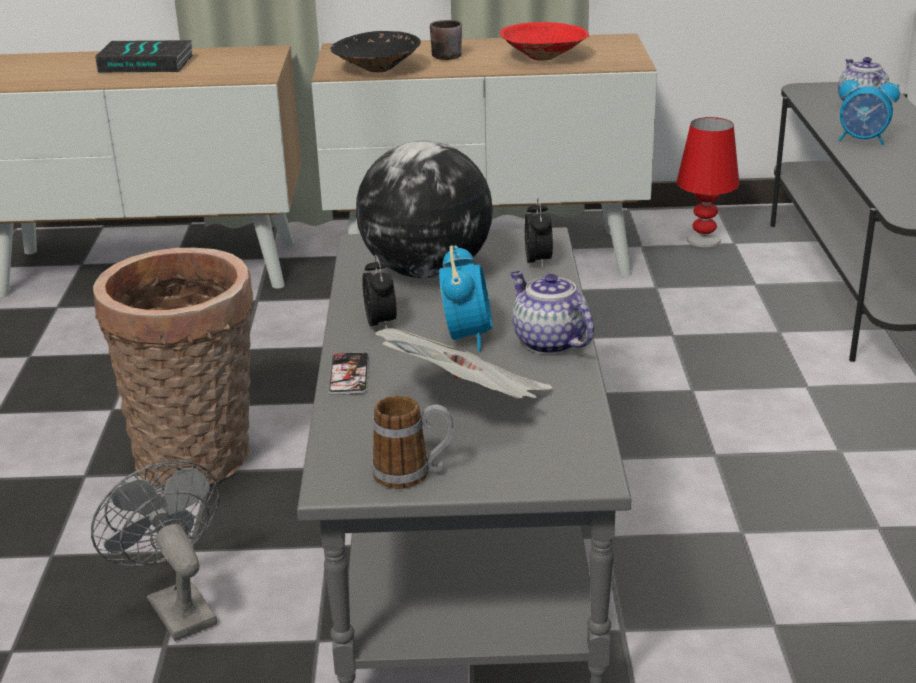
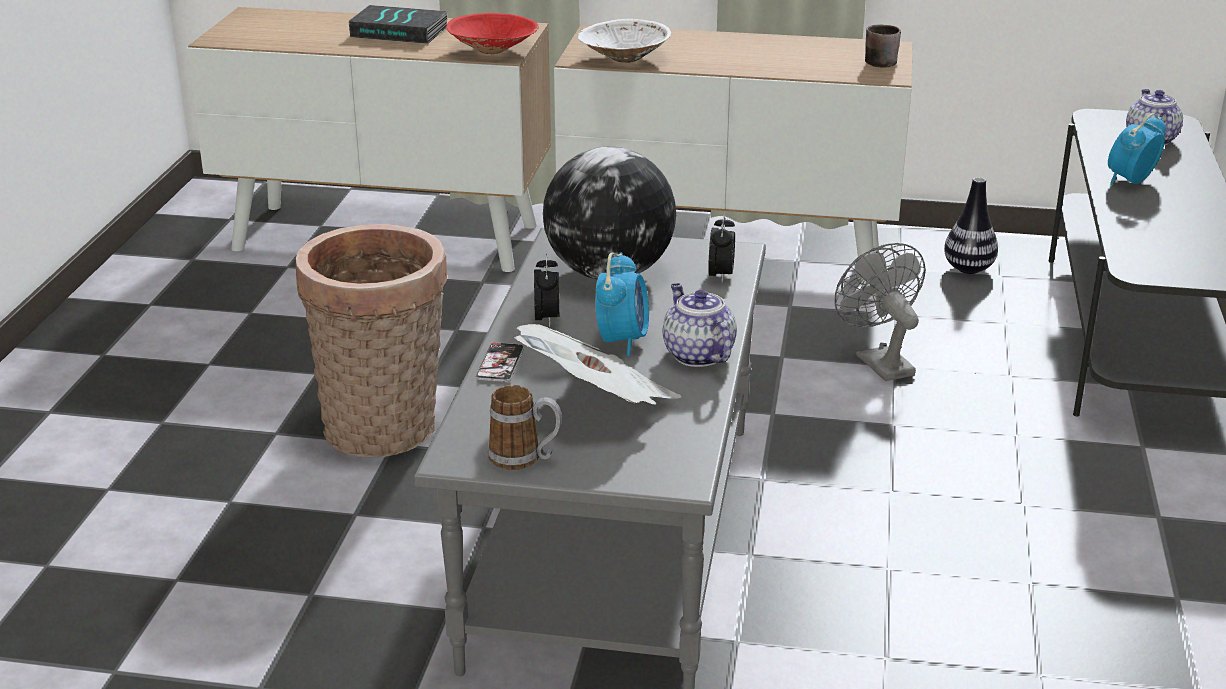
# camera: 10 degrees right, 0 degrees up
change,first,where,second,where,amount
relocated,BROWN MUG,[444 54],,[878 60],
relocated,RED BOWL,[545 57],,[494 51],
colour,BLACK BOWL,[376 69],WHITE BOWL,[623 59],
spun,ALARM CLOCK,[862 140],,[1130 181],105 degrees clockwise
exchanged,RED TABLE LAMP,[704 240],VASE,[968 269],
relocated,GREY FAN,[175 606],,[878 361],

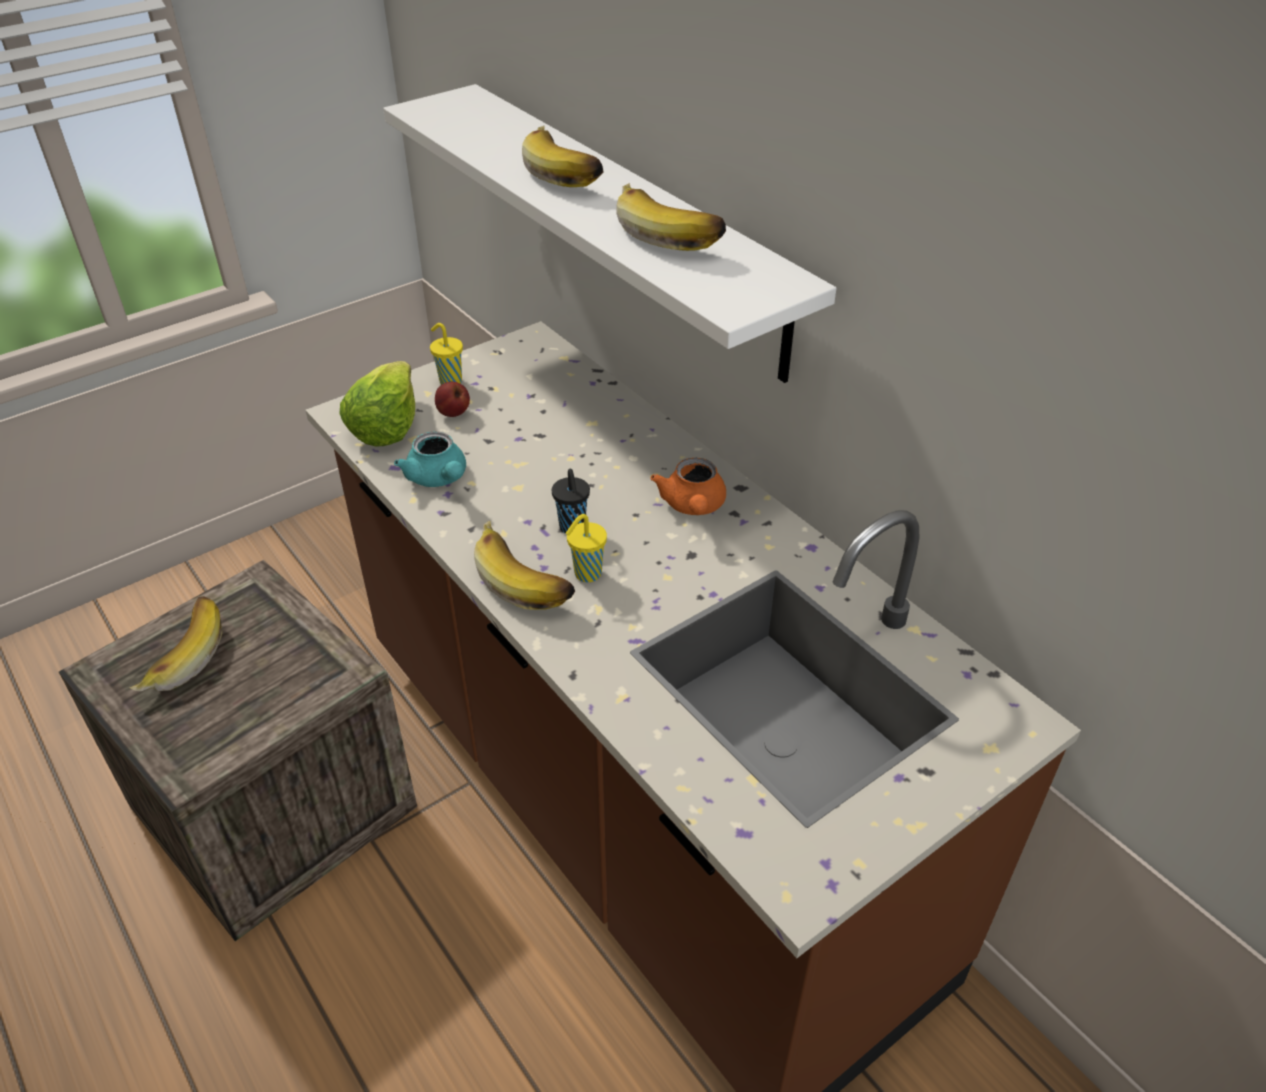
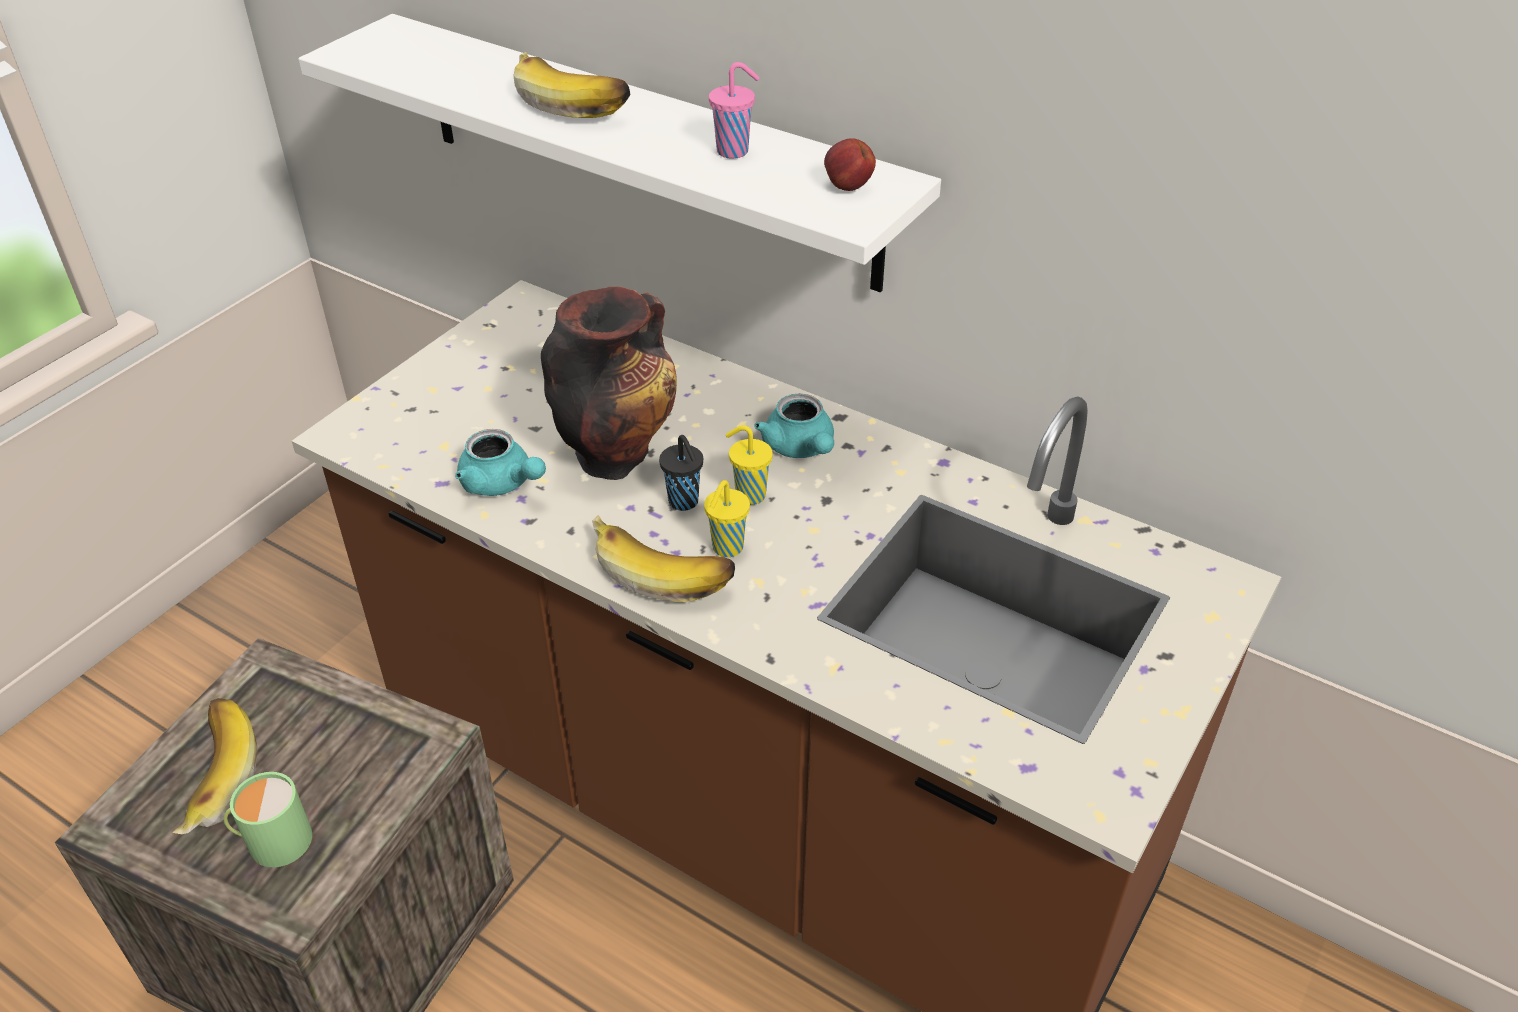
# camera: 20 degrees left, 0 degrees up
change,first,where,second,where,amount
exchanged,BANANA,[670 233],PINK CUP,[734 151],
relocated,YELLOW CUP,[449 381],,[748 495],
missing,LETTUCE,[385 425],,,
relocated,APPLE,[453 413],,[847 187],
colour,ORANGE TEAPOT,[693 506],TURQUOISE TEAPOT,[800 448],
appeared,,,VASE,[616 452],
appeared,,,GREEN MUG,[273 840],

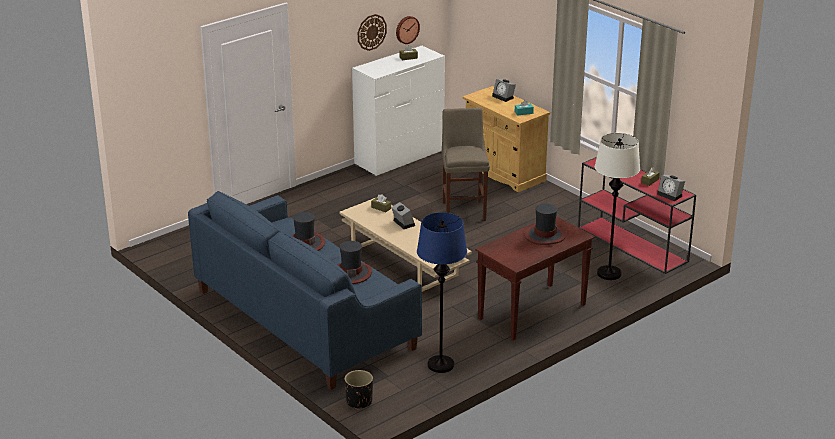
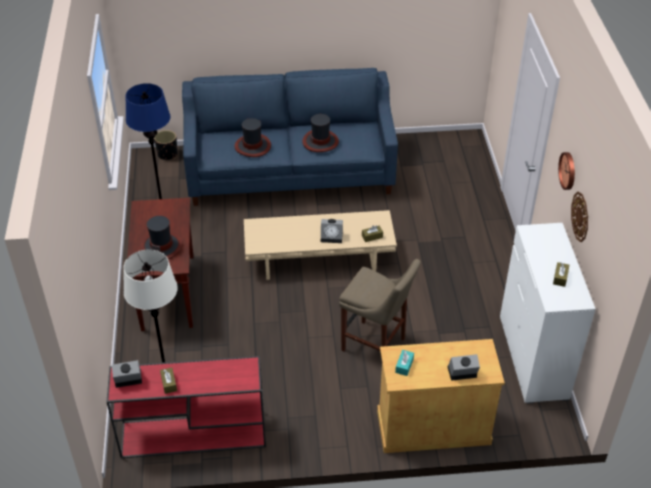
# camera: 125 degrees right, 15 degrees up
change,first,where,second,where,amount
relocated,WALL CLOCK,[406 29],,[568 170],

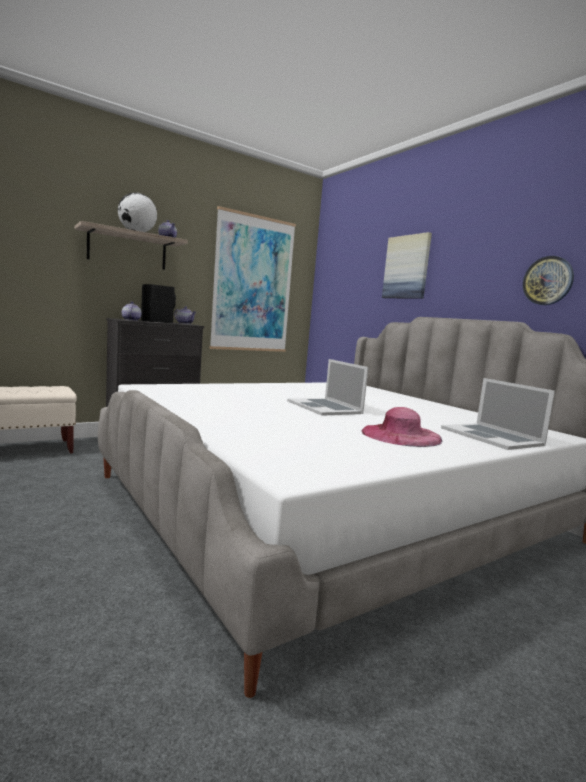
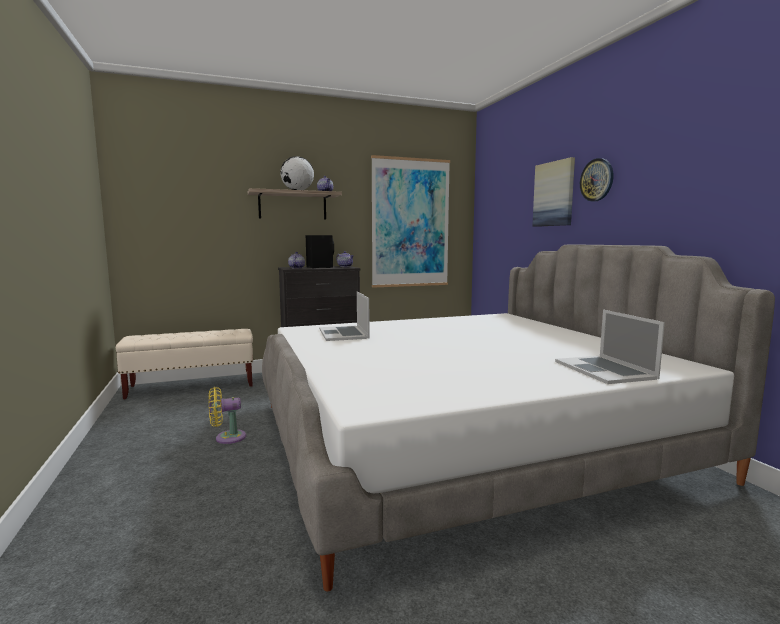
# camera: 15 degrees right, 0 degrees up
change,first,where,second,where,amount
relocated,WALL CLOCK,[548 280],,[597 180],
relocated,LAPTOP,[324 407],,[344 333],
missing,PINK HAT,[400 435],,,
appeared,,,YELLOW FAN,[227 438],

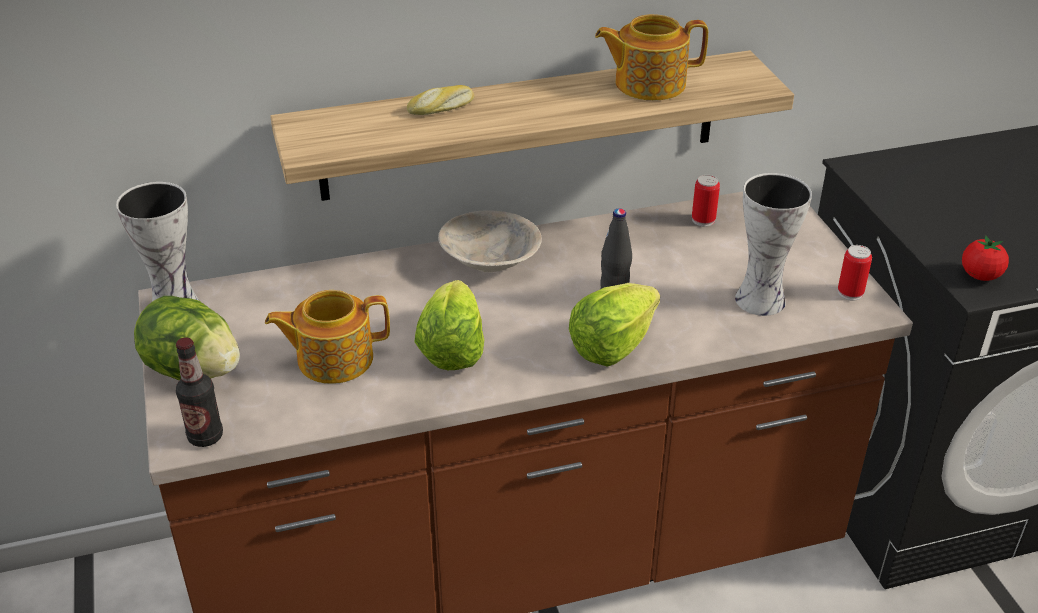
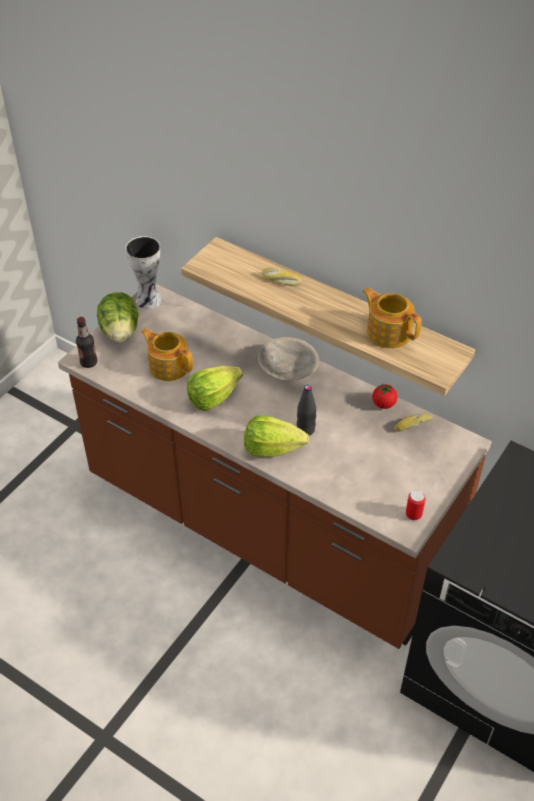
# camera: 50 degrees right, 10 degrees up
change,first,where,second,where,amount
missing,VASE,[759 298],,,
exchanged,CAN,[703 220],BREAD,[412 425],
relocated,TOMATO,[980 276],,[383 404],

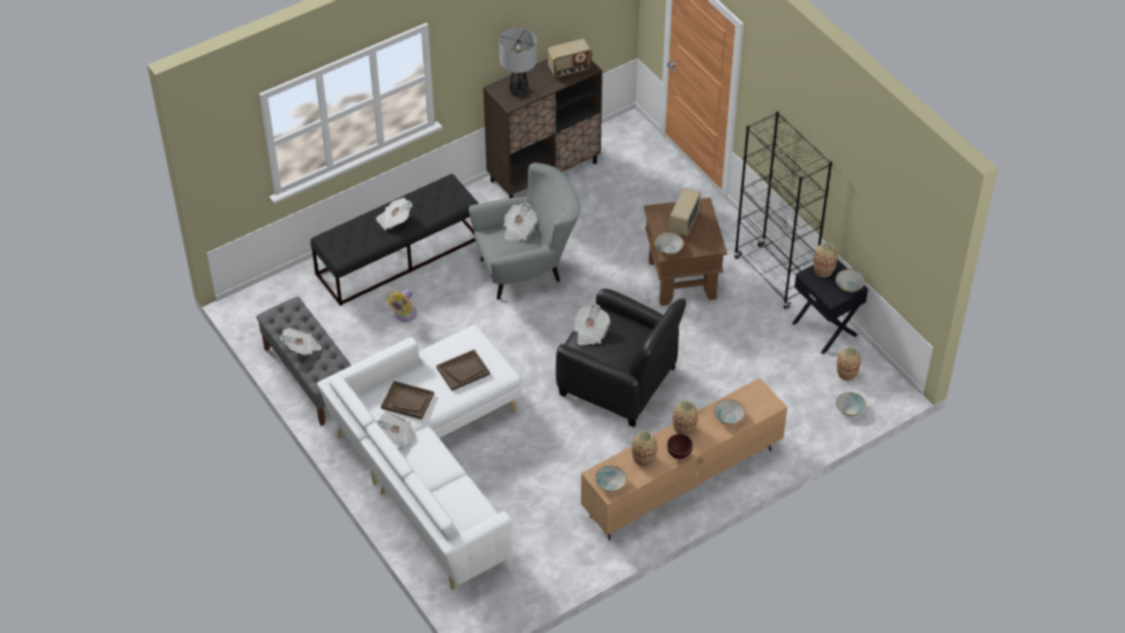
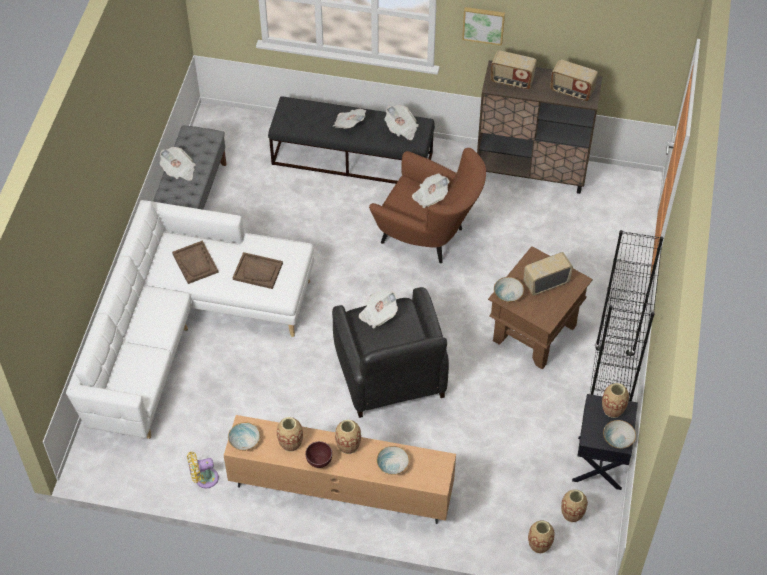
# camera: 45 degrees right, 5 degrees up
change,first,where,second,where,amount
exchanged,TABLE LAMP,[518 90],RADIO,[512 81],
colour,GREY ARMCHAIR,[527 270],BROWN ARMCHAIR,[428 237],
relocated,YELLOW FAN,[404 315],,[204 478],
exchanged,BOWL,[850 409],VASE,[539 544],
relocated,NEWSPAPER,[397 436],,[401 129],
appeared,,,PICTURE,[483 24],

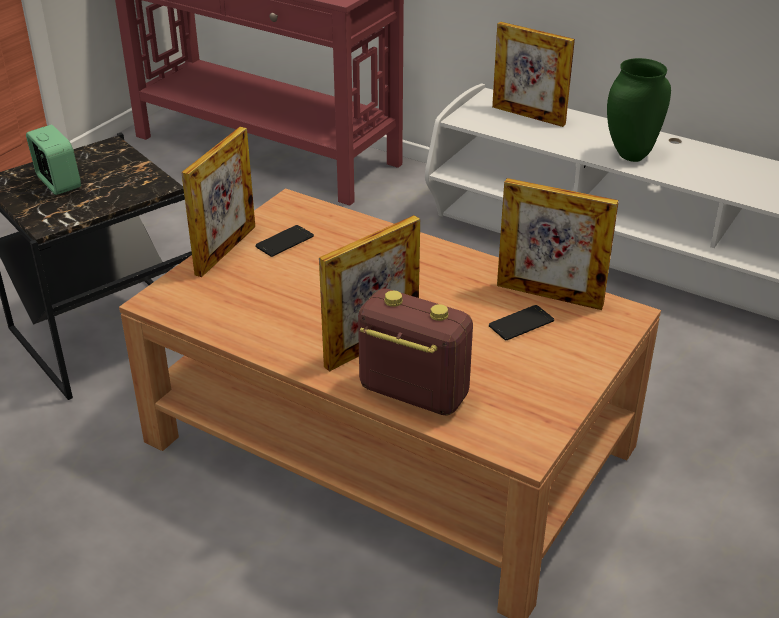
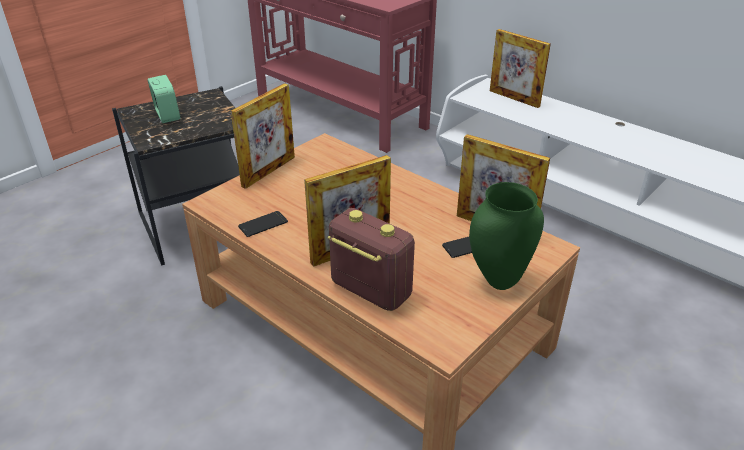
# camera: 10 degrees right, 0 degrees up
change,first,where,second,where,amount
relocated,GREEN VASE,[630 155],,[498 279],
relocated,PHONE,[285 241],,[263 224],

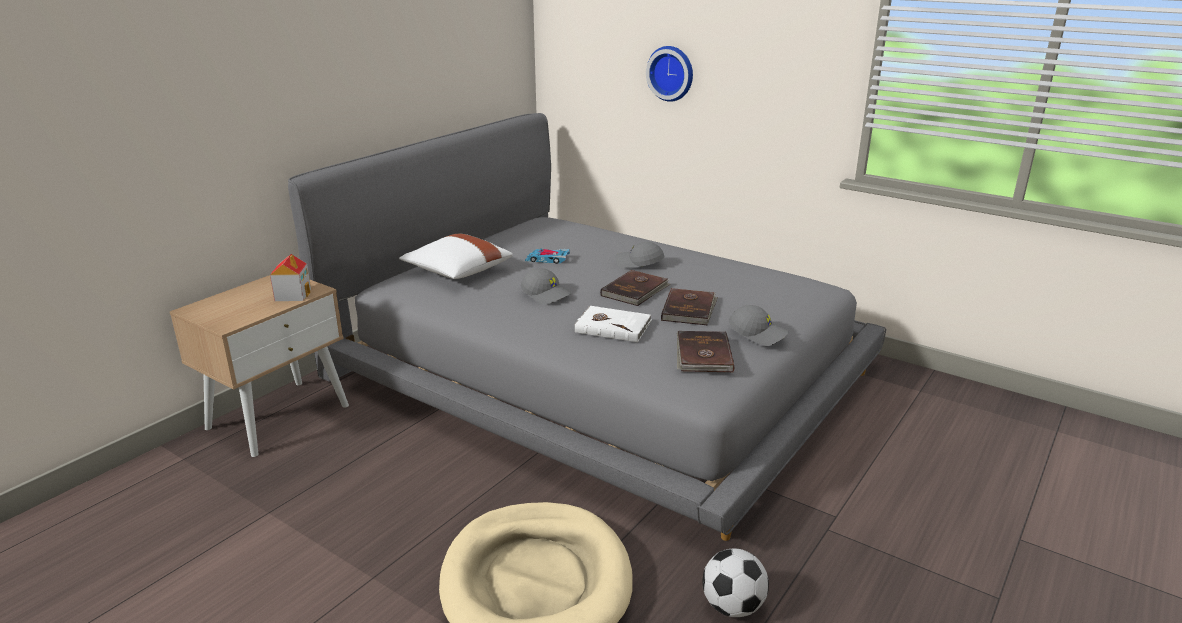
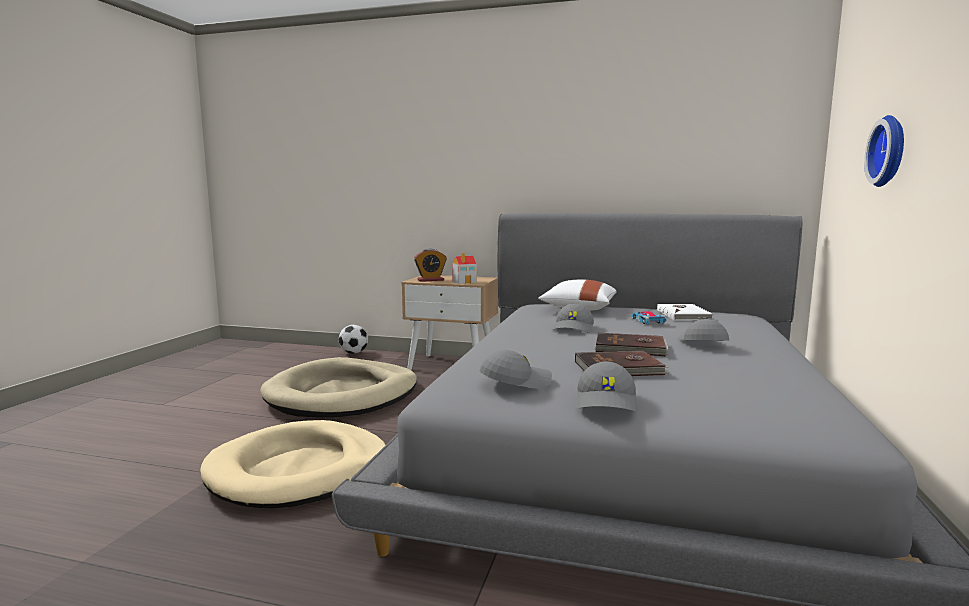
# camera: 70 degrees right, 15 degrees down
change,first,where,second,where,amount
relocated,WHITE BOOK,[612 326],,[684 315],
exchanged,BROWN BOOK,[702 355],GREY CAP,[515 382],
relocated,FOOTBALL,[732 606],,[354 353],
appeared,,,ALARM CLOCK,[430 280],
appeared,,,BEIGE DOG BED,[343 394],

